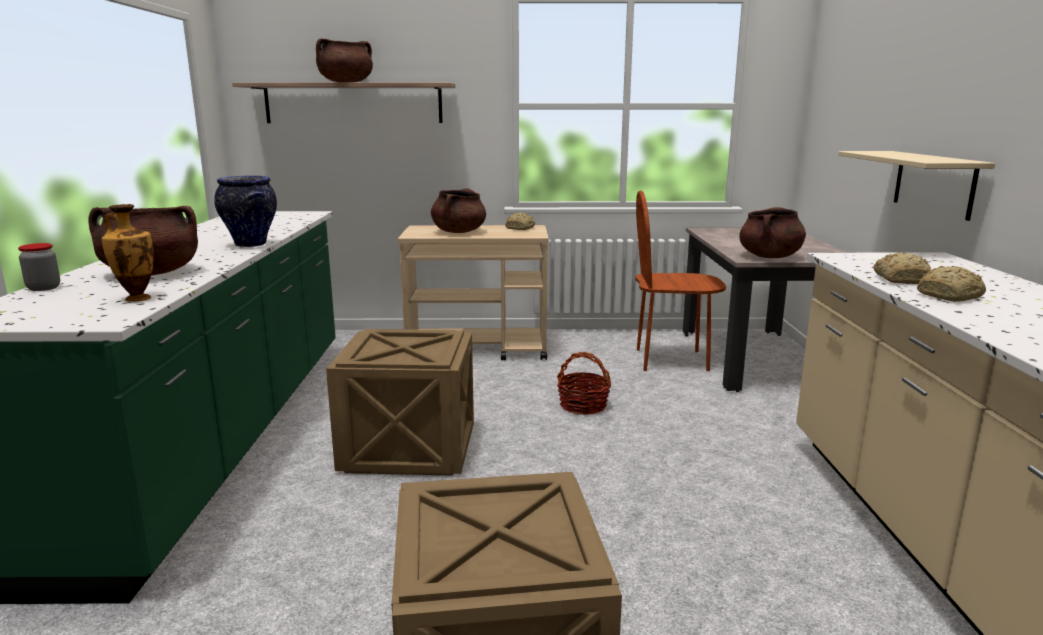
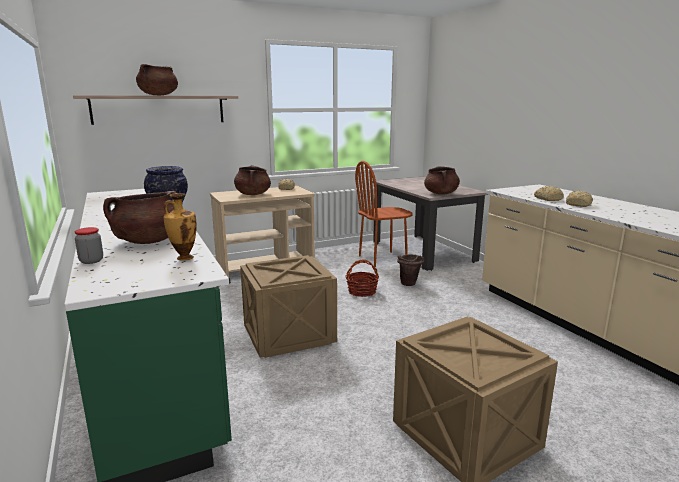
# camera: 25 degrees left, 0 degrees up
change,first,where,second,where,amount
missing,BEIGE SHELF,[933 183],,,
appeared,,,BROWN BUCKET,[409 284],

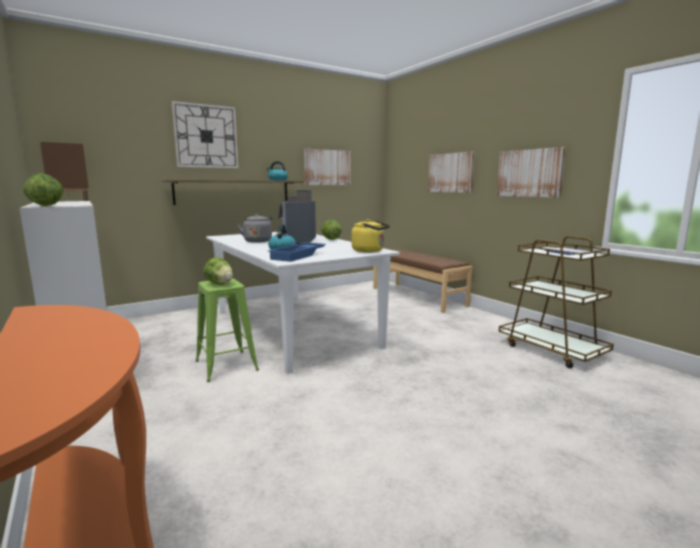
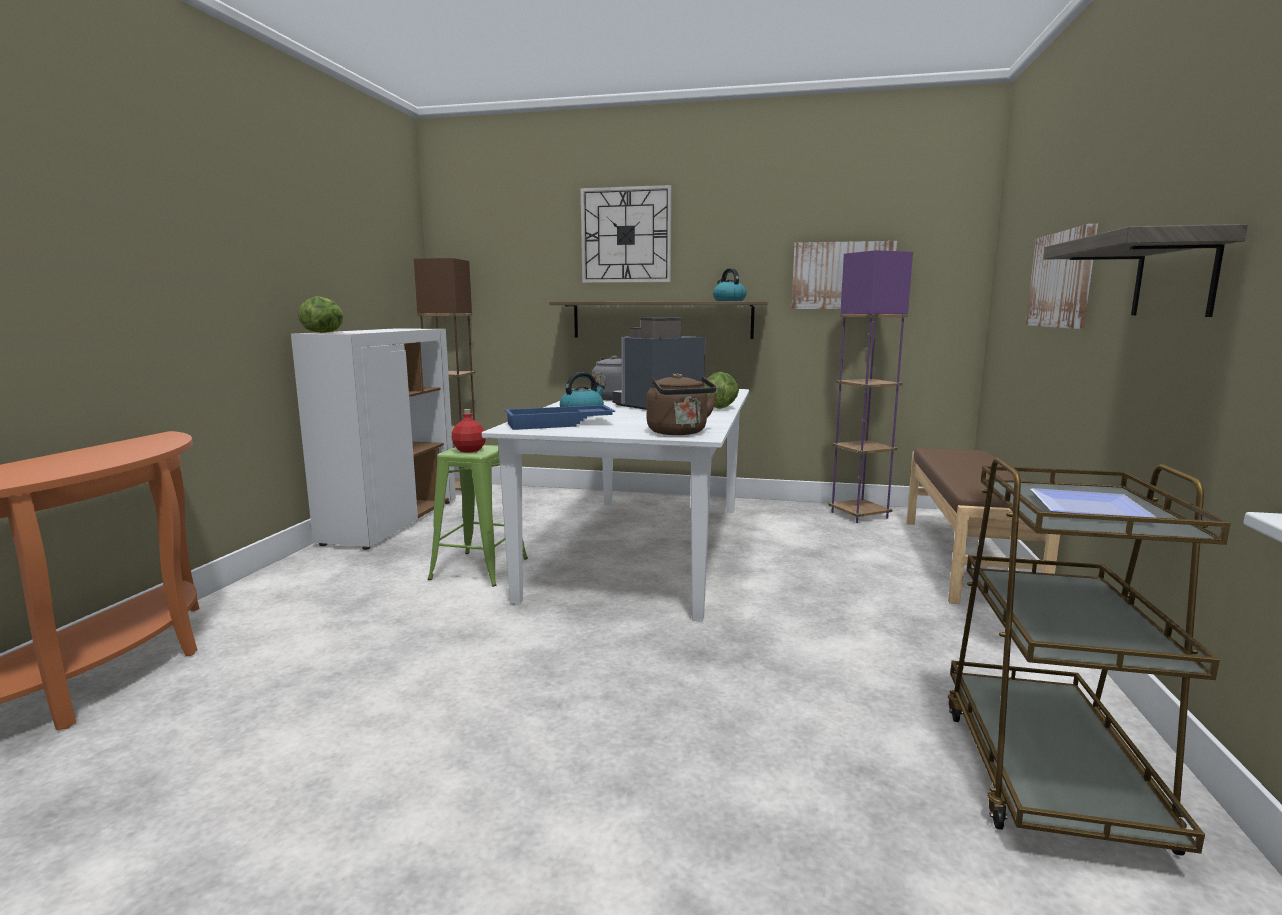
# camera: 45 degrees right, 0 degrees up
change,first,where,second,where,amount
exchanged,PICTURE,[529 173],SHELF,[1175 276],
colour,YELLOW KETTLE,[370 251],BROWN KETTLE,[679 433],
exchanged,LETTUCE,[219 284],RED BOTTLE,[470 450],
appeared,,,PURPLE FLOOR LAMP,[859 515],

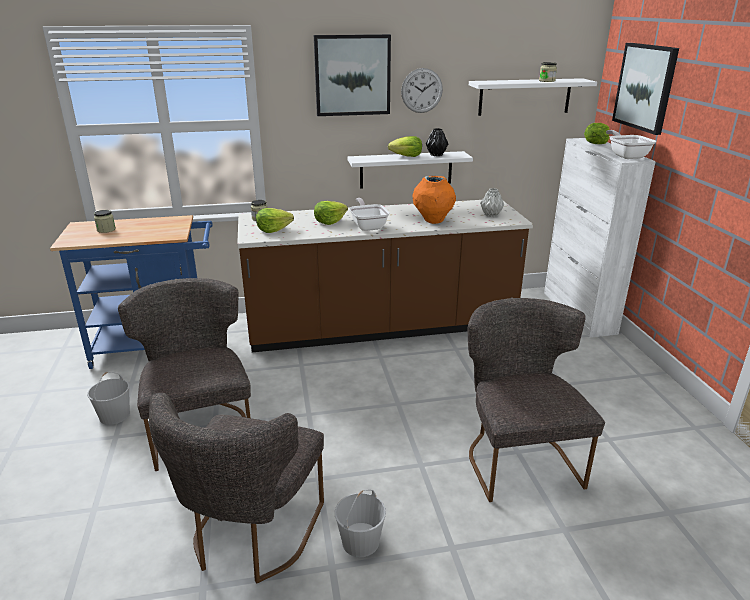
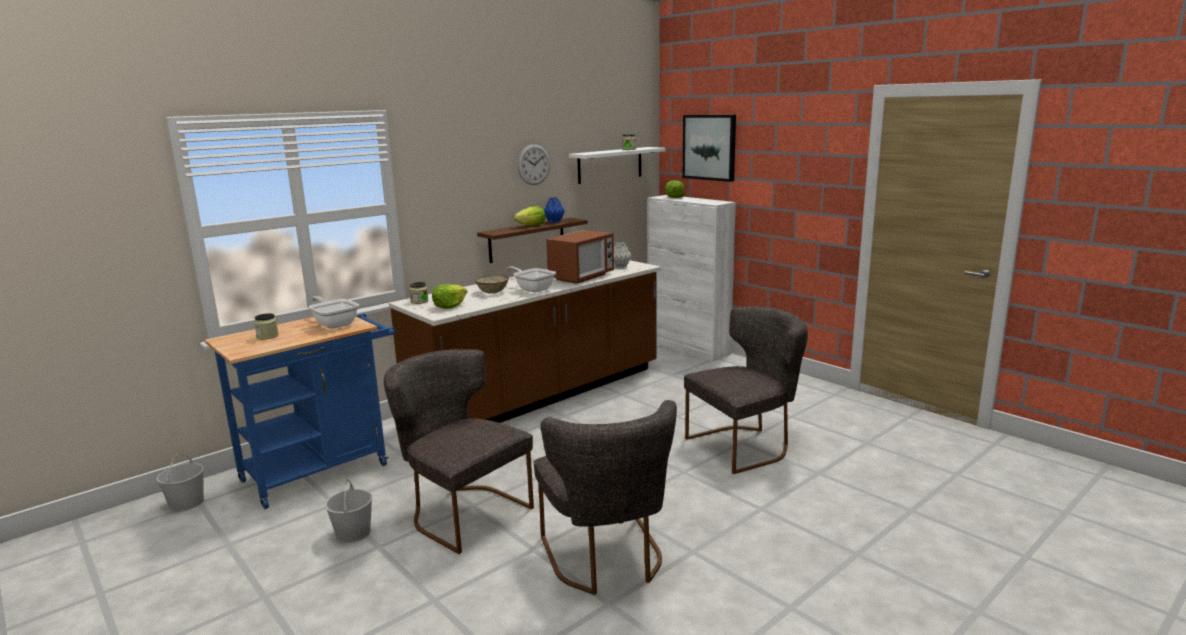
# camera: 30 degrees left, 10 degrees down
change,first,where,second,where,amount
missing,PICTURE,[352 75],,,
colour,BLACK VASE,[436 155],BLUE VASE,[554 222],
relocated,FRYING PAN,[626 156],,[334 324],
colour,WHITE SHELF,[406 169],BROWN SHELF,[527 240],
exchanged,ORANGE VASE,[433 221],MICROWAVE,[581 277],
exchanged,LETTUCE,[330 221],BOWL,[492 292],
spun,GREY CHAIR,[517 458],,[745 445],105 degrees clockwise
relocated,WHITE BUCKET,[360 542],,[186 503],

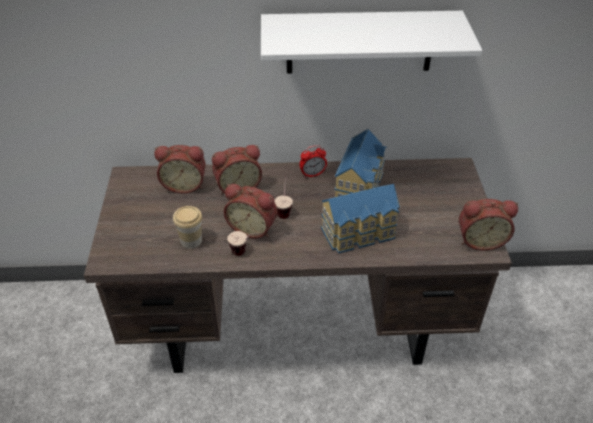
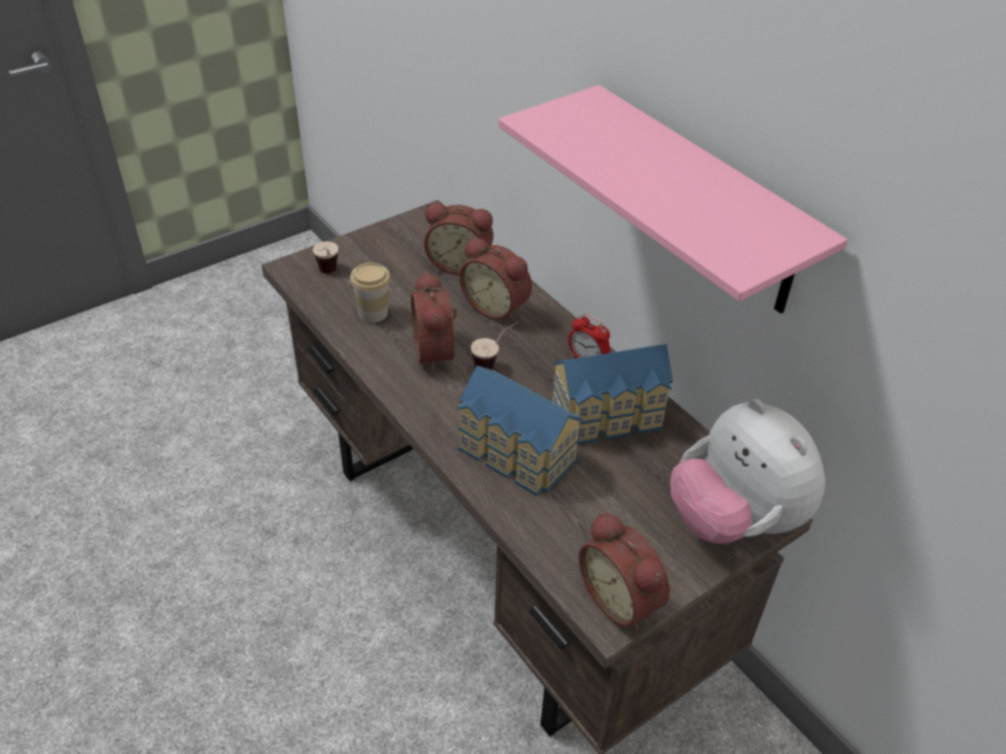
# camera: 55 degrees right, 0 degrees up
change,first,where,second,where,amount
colour,WHITE SHELF,[360 42],PINK SHELF,[701 202],
spun,ALARM CLOCK,[184 184],,[460 263],45 degrees counterclockwise
relocated,CUP,[246 253],,[329 275],
appeared,,,PLUSH TOY,[734 520],

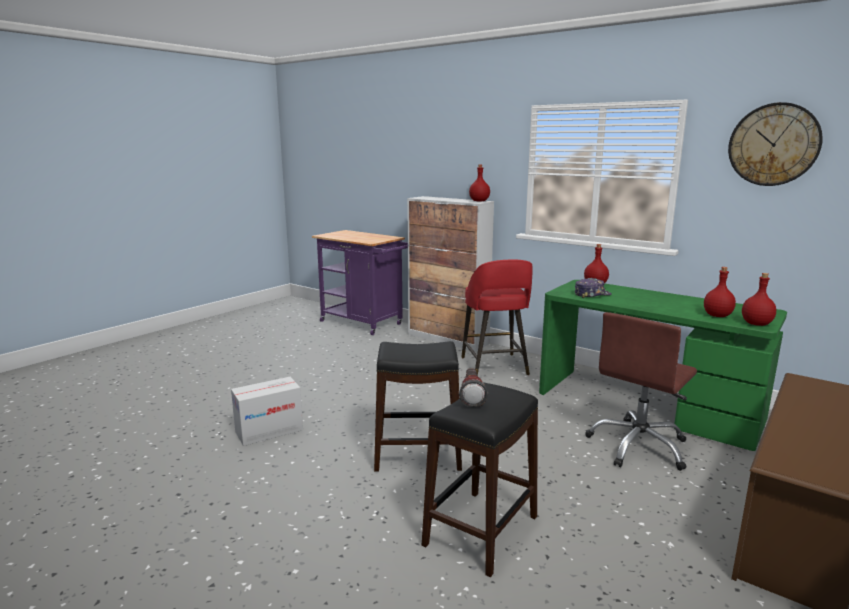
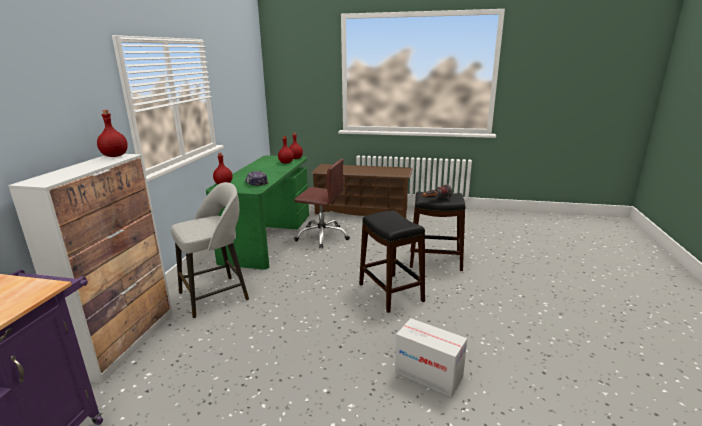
# camera: 115 degrees left, 5 degrees up
change,first,where,second,where,amount
missing,WALL CLOCK,[773 144],,,
colour,RED STOOL,[494 367],GREY STOOL,[216 295],

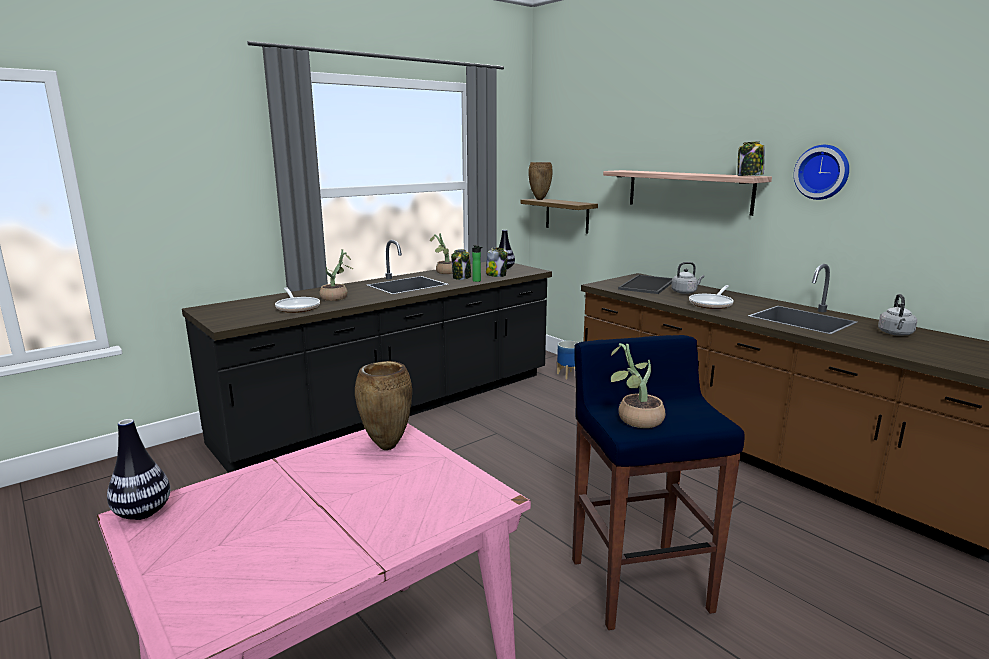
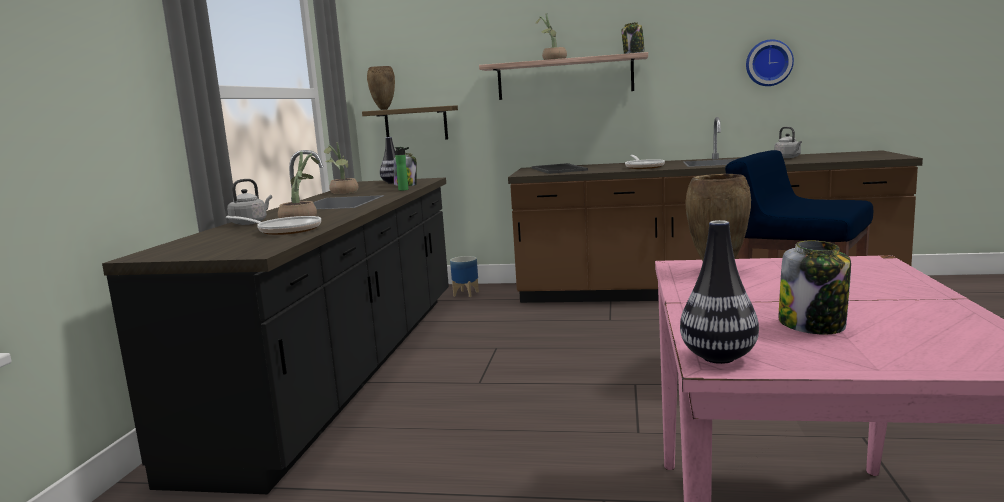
# camera: 40 degrees left, 5 degrees down
change,first,where,second,where,amount
relocated,WALL CLOCK,[822 172],,[768 63],
relocated,JAR,[462 277],,[813 325],
relocated,GREY KETTLE,[685 292],,[251 223],
relocated,POTTED PLANT,[634 420],,[552 59],

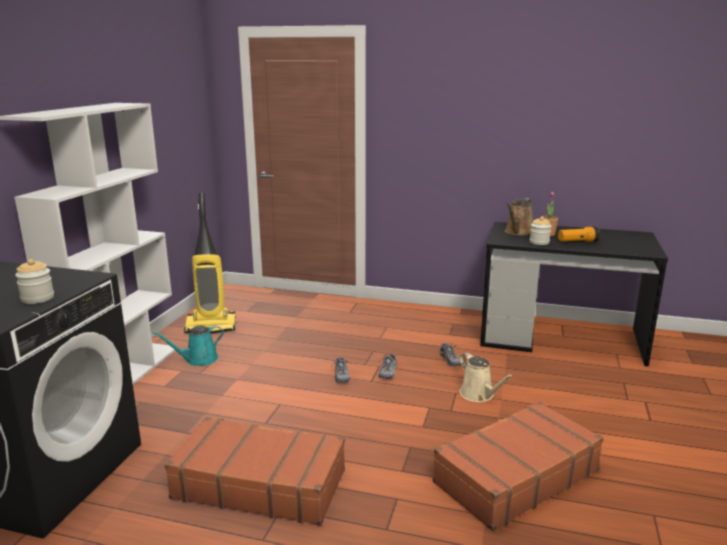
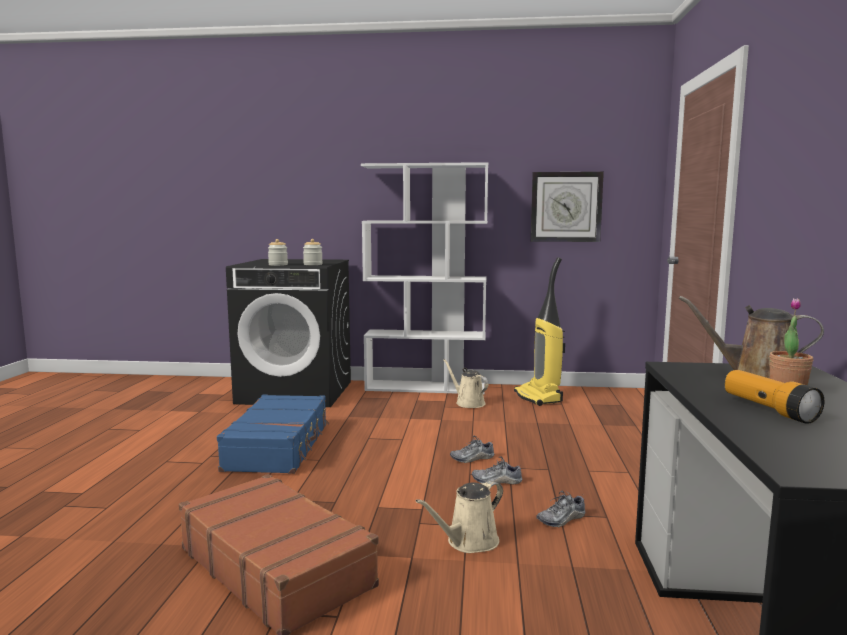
# camera: 80 degrees right, 10 degrees down
change,first,where,second,where,amount
relocated,JAR,[539 242],,[313 264],
colour,TURQUOISE WATERING CAN,[198 360],BEIGE WATERING CAN,[468 403],
colour,BROWN SUITCASE,[260 483],BLUE SUITCASE,[279 446],
appeared,,,WALL CLOCK,[566 207],

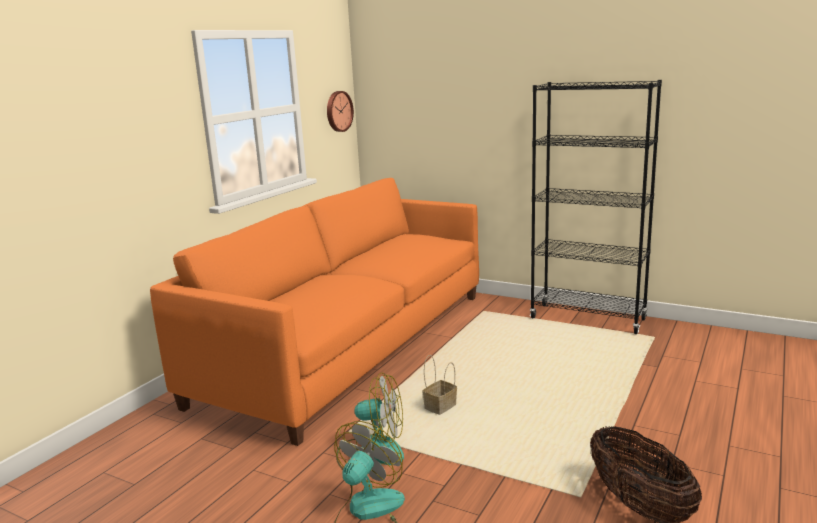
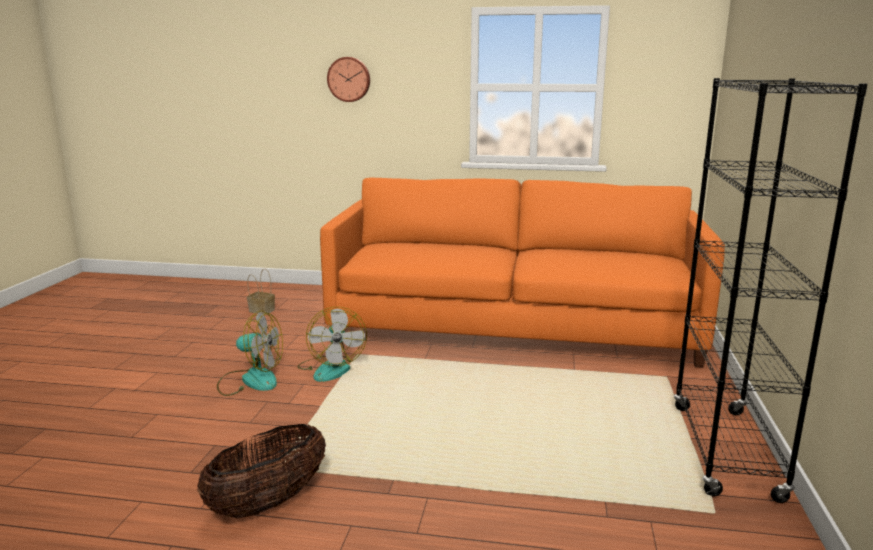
# camera: 70 degrees right, 0 degrees up
change,first,where,second,where,amount
relocated,WALL CLOCK,[338 111],,[349 79],
relocated,BASKET,[440 408],,[261 310],

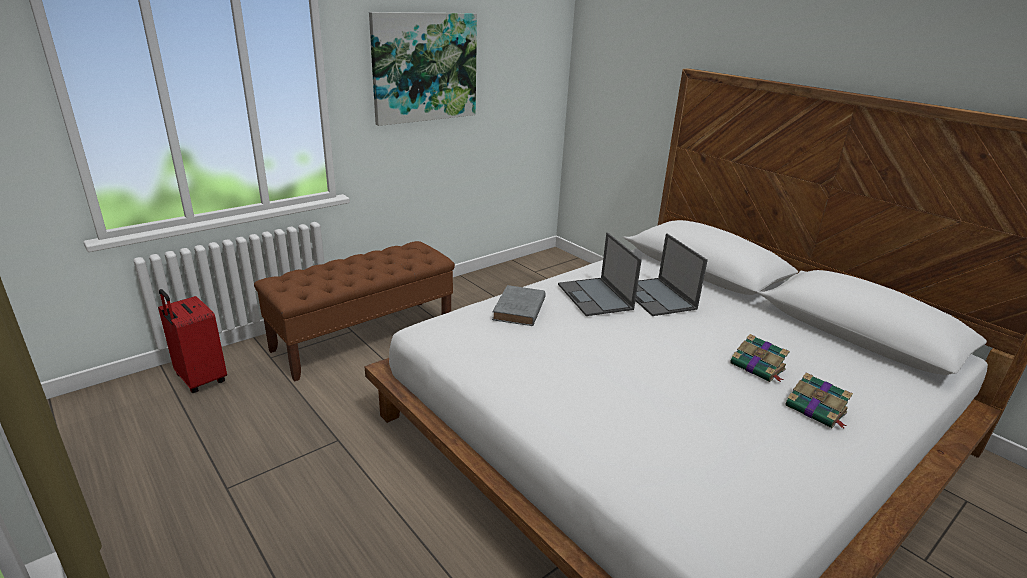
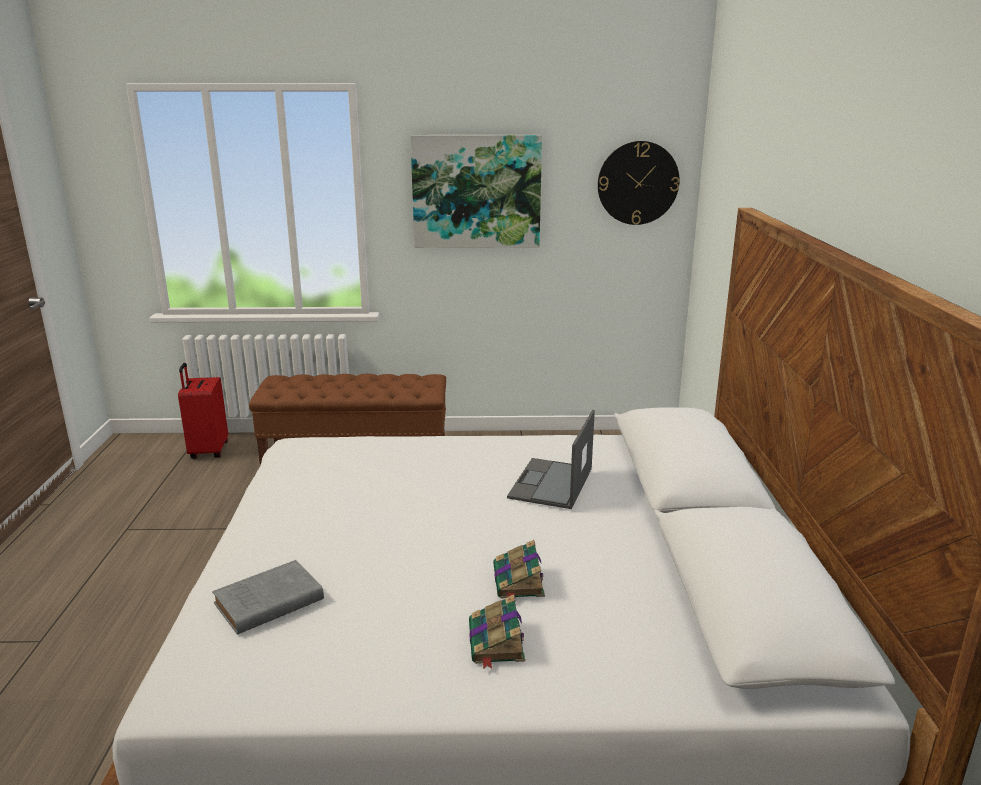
# camera: 40 degrees right, 5 degrees down
change,first,where,second,where,amount
missing,LAPTOP,[595 297],,,
relocated,GREY BOOK,[519 310],,[266 603],
appeared,,,WALL CLOCK,[638 183],

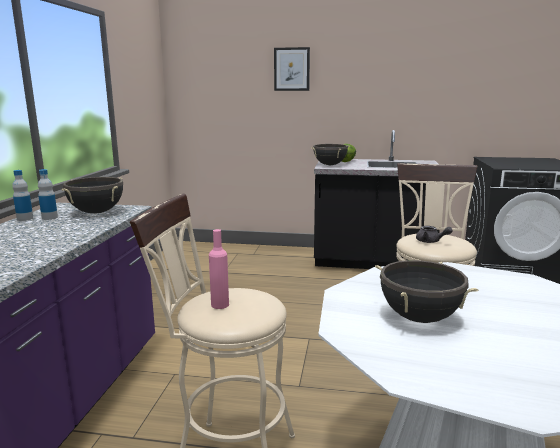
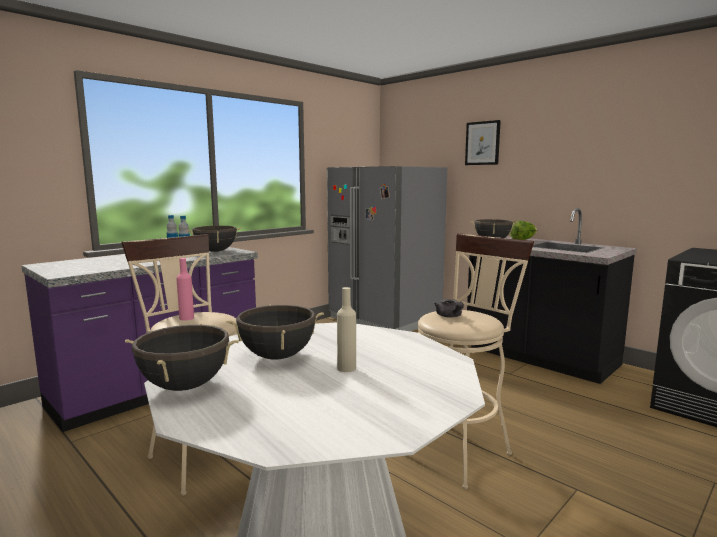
# camera: 35 degrees right, 5 degrees down
change,first,where,second,where,amount
appeared,,,GREY FRIDGE,[384 319],
appeared,,,BEIGE BOTTLE,[346 368],
appeared,,,BLACK COOKING POT,[185 386],

